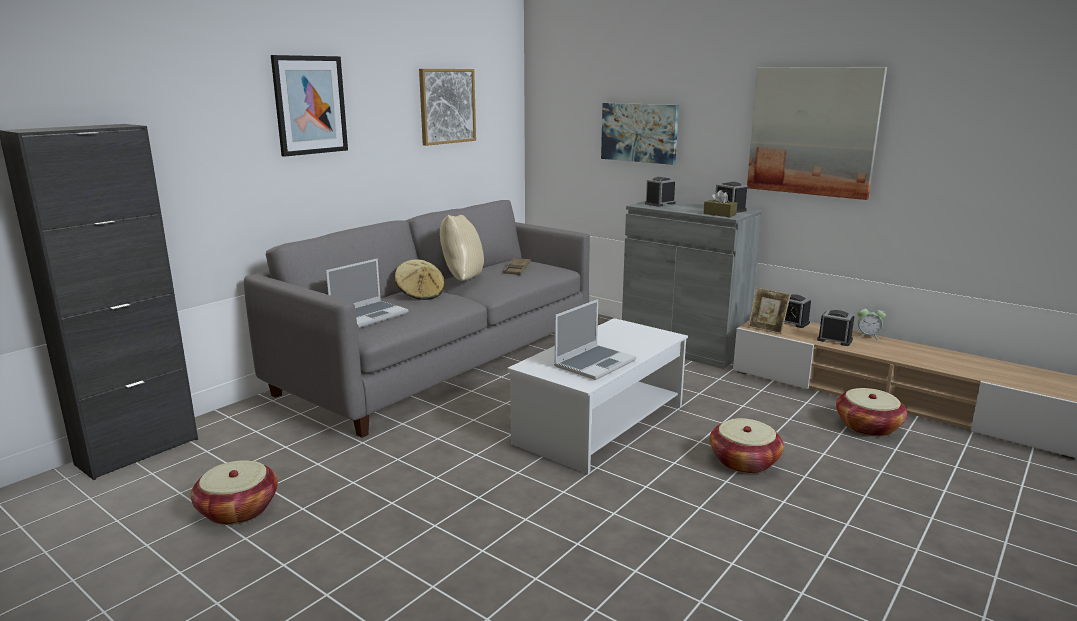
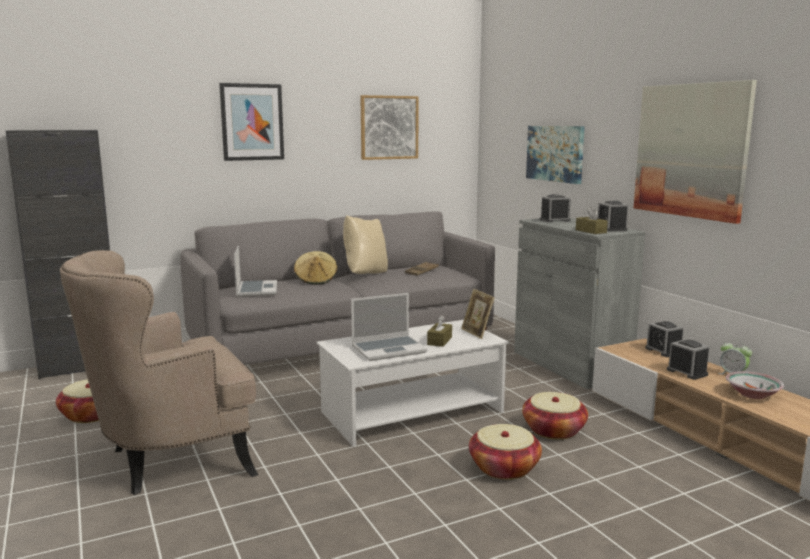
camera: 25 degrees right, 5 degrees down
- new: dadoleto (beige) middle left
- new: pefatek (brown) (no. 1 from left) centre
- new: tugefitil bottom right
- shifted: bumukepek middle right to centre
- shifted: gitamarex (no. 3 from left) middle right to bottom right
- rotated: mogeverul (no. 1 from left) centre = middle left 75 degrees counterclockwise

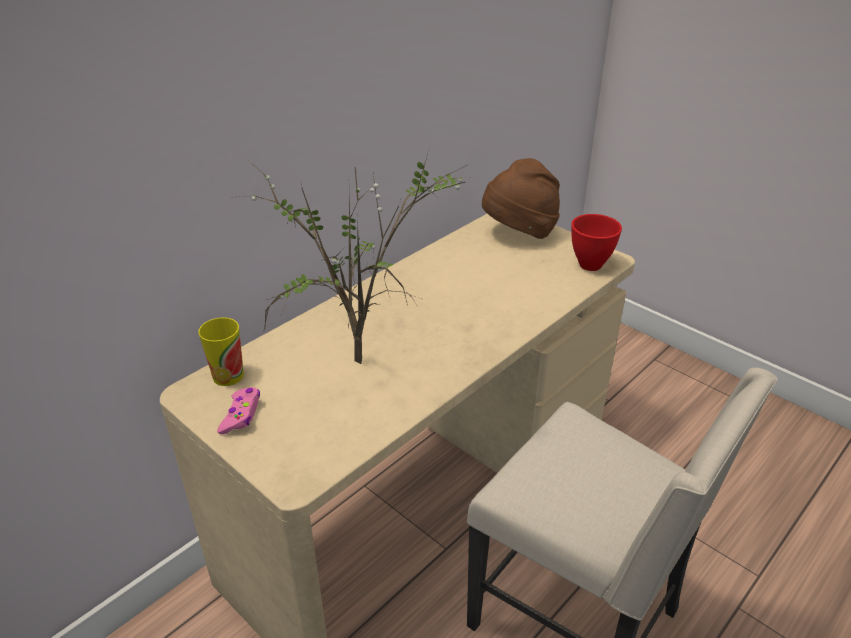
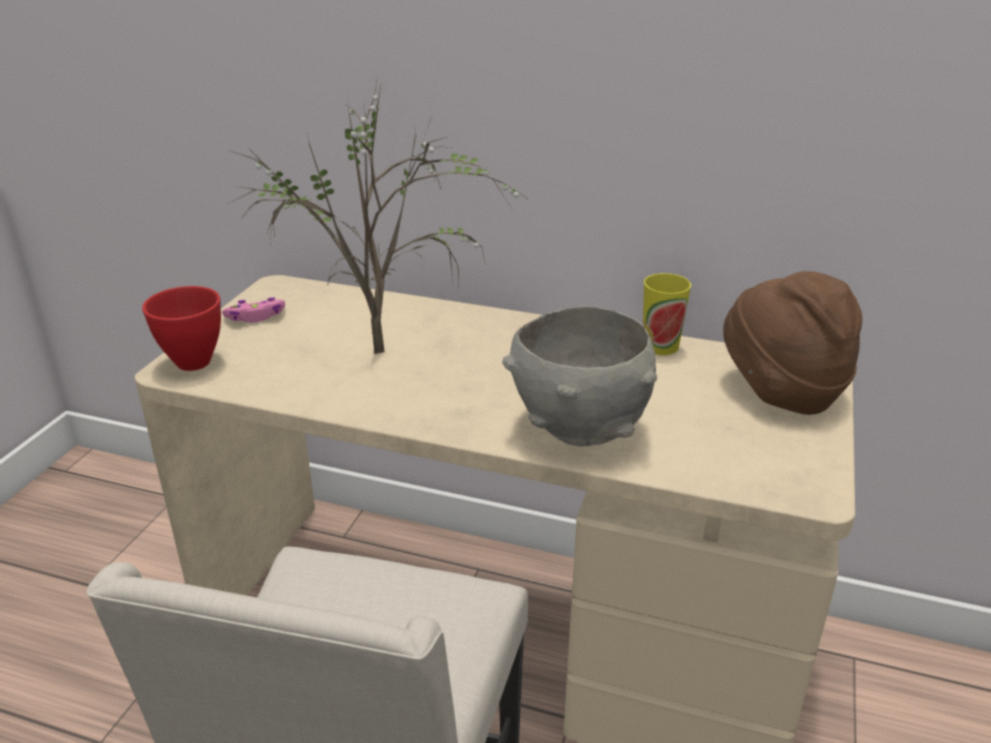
camera: 65 degrees right, 5 degrees down
- new: tugefitil (grey) centre
- shifted: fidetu middle left to middle right
- shifted: tugefitil (red) middle right to middle left

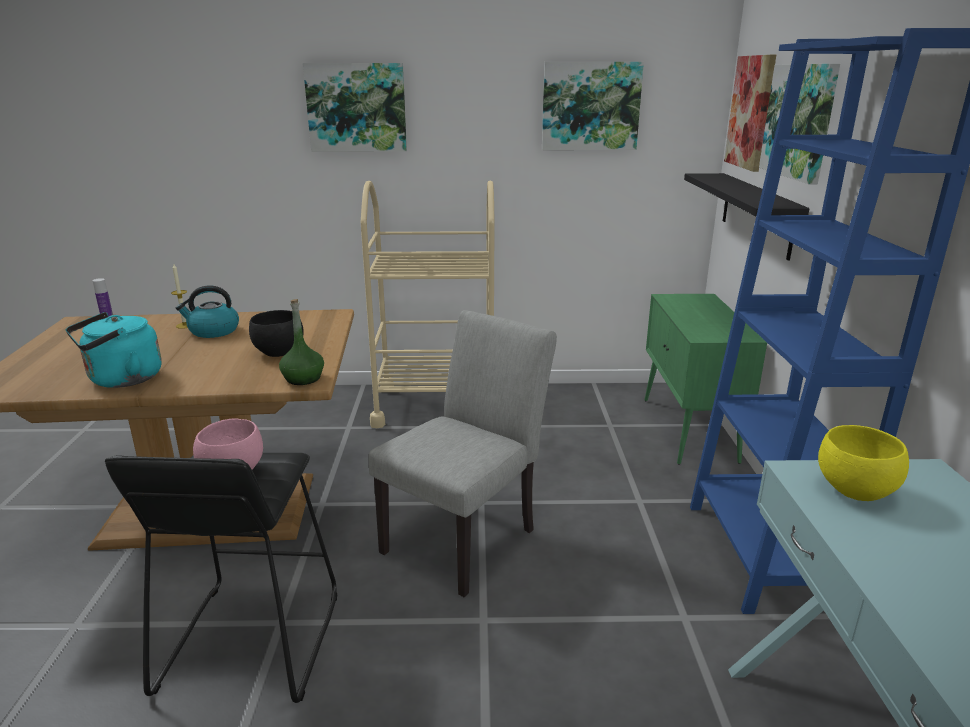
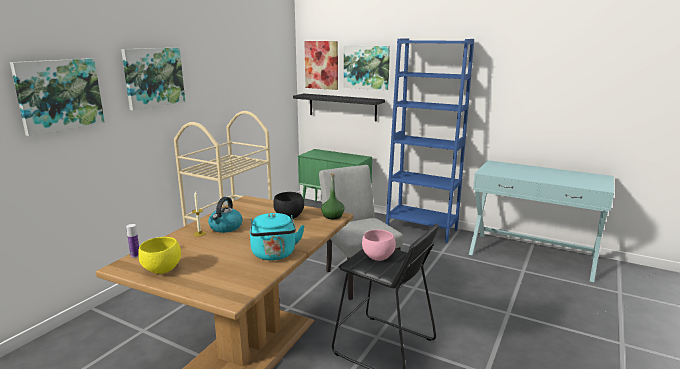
camera: 60 degrees left, 5 degrees down
- shifted: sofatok (no. 2 from left in the first image) top centre to sofatok (no. 1 from left) top left
- shifted: tugefitil (yellow) middle right to bottom left

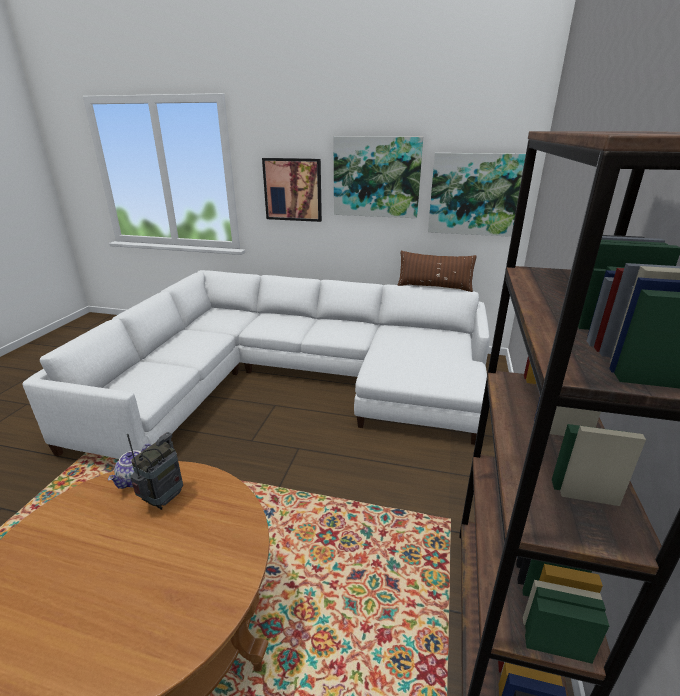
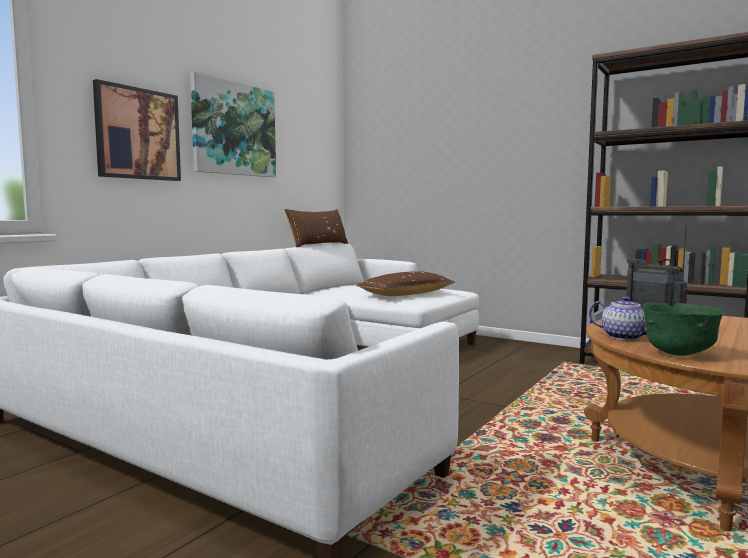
camera: 70 degrees left, 20 degrees down
- gone: sofatok (no. 3 from left) top right
- new: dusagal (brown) (no. 2 from left) centre
- new: tugefitil (green) middle right

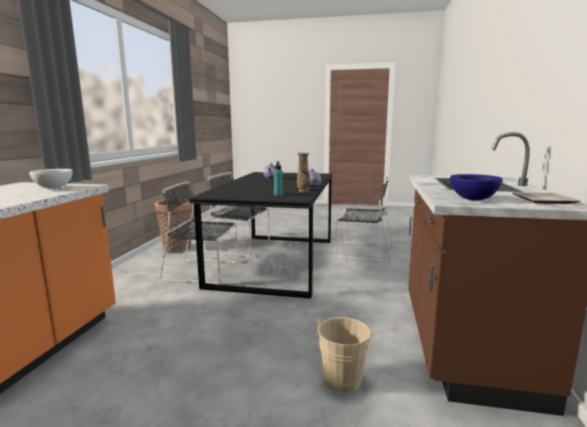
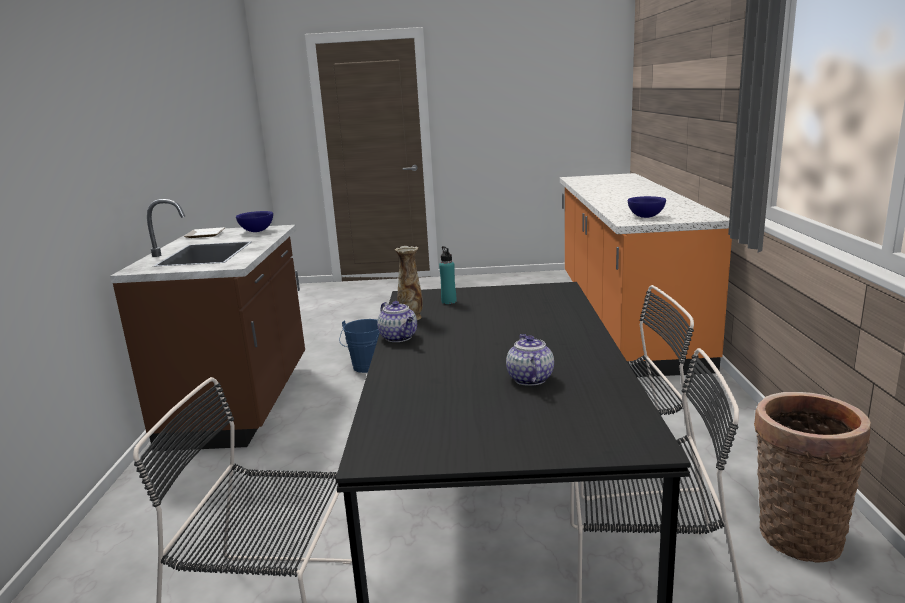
camera: 170 degrees right, 5 degrees up
- repainted: tugefitil (white) middle left to tugefitil (blue) (no. 2 from left) middle right
- repainted: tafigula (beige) bottom centre to tafigula (blue) centre

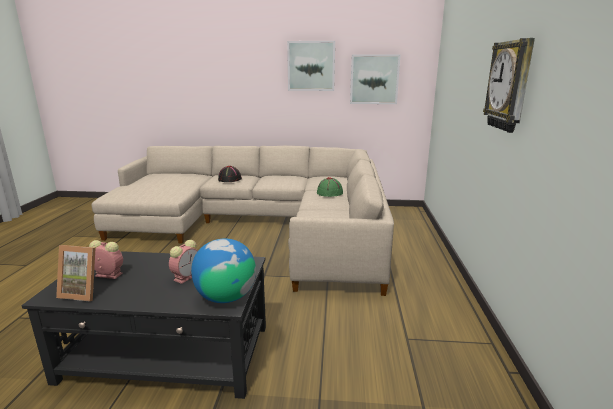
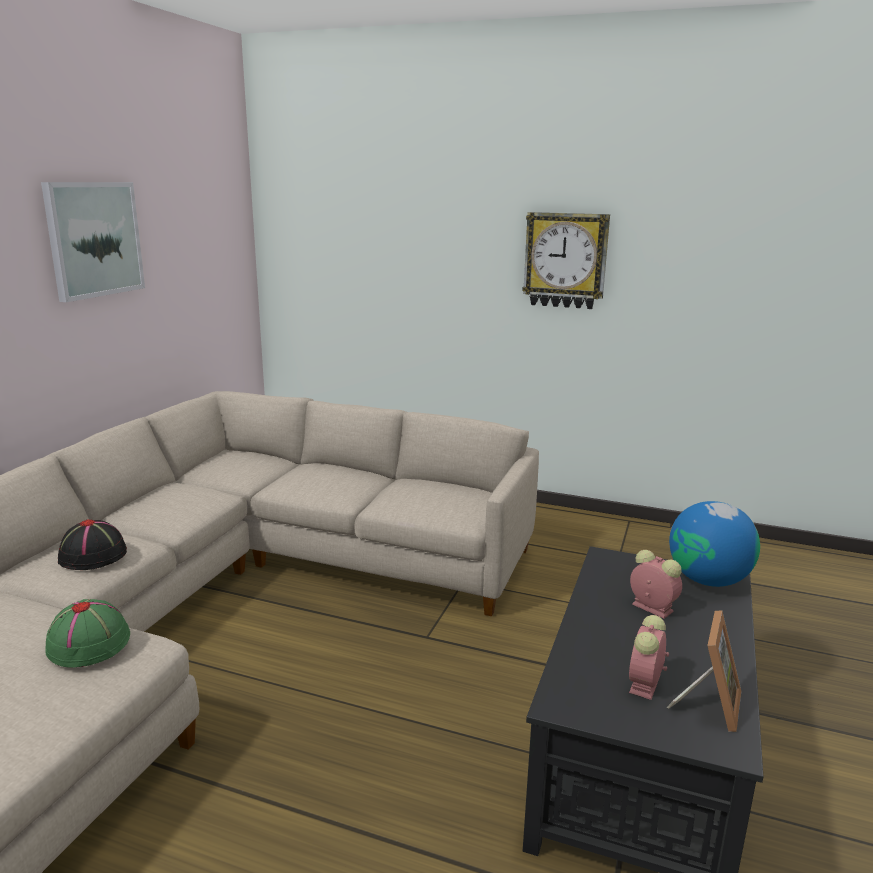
camera: 75 degrees left, 0 degrees up
- gone: sofatok (no. 2 from left) top centre
- shifted: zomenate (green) centre to bottom left

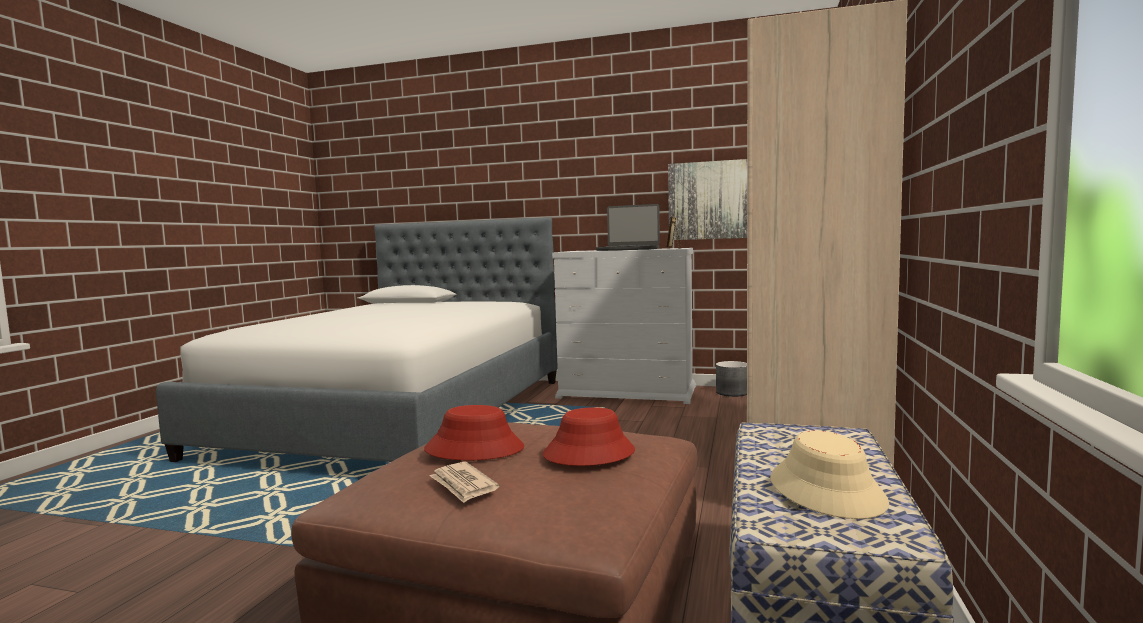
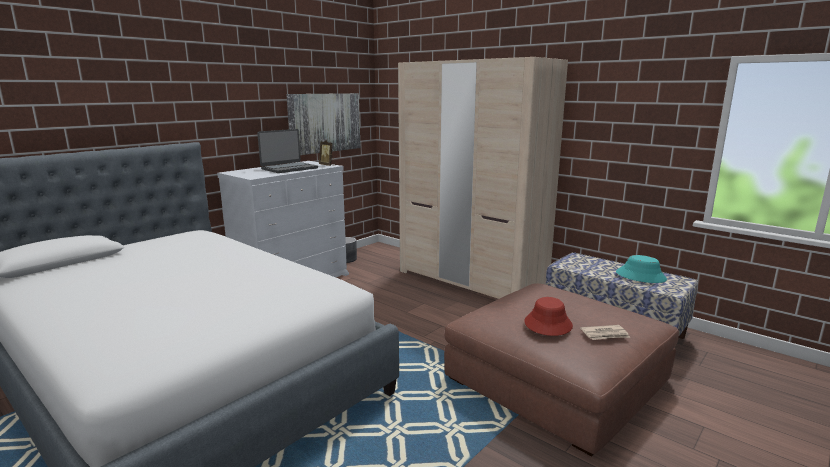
camera: 65 degrees left, 10 degrees up
- gone: zomenate (red) (no. 2 from left) bottom centre
- repainted: zomenate (beige) bottom right to zomenate (turquoise) middle right

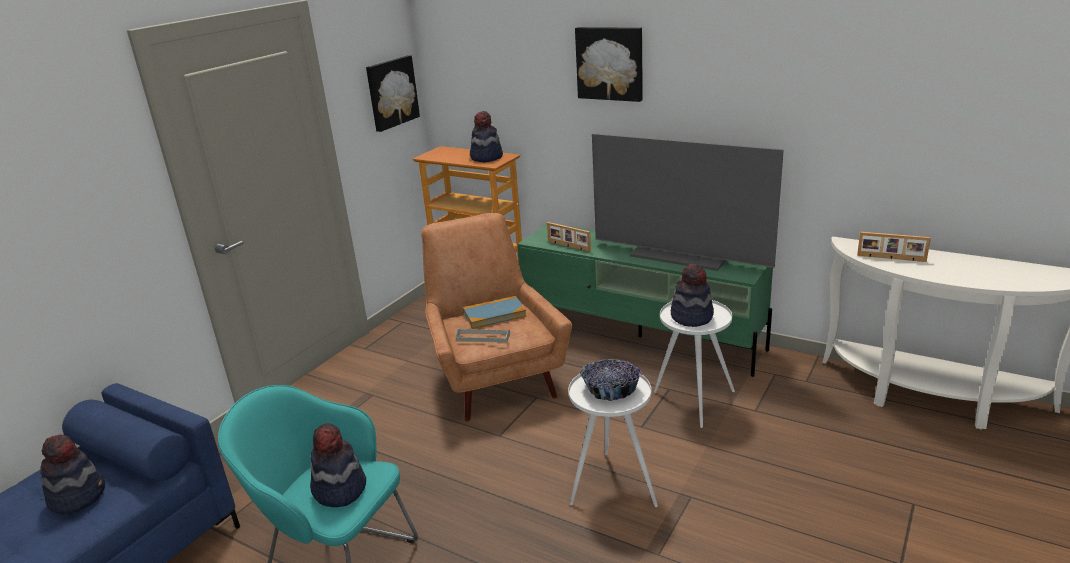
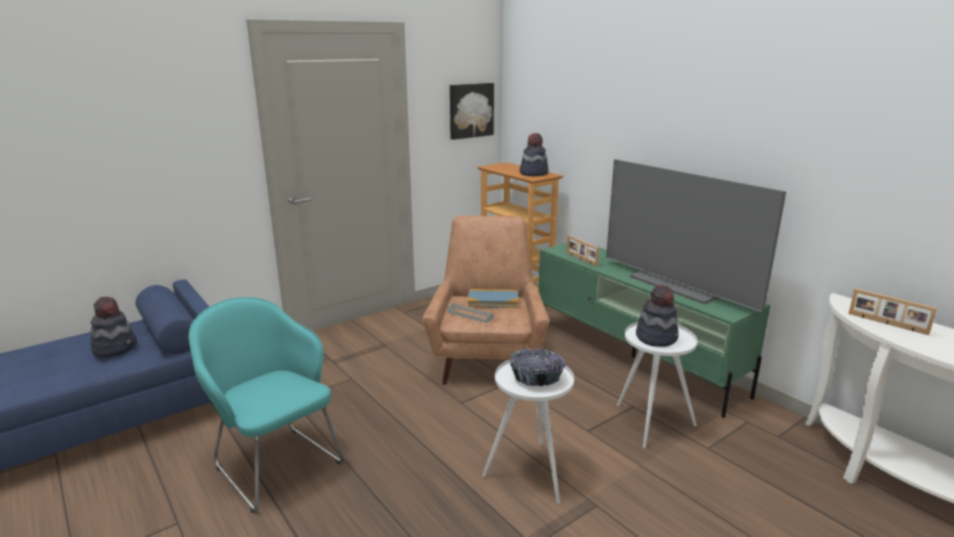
camera: 20 degrees right, 5 degrees down
- gone: zomenate (no. 2 from left) bottom left
- gone: sofatok (no. 2 from left) top centre

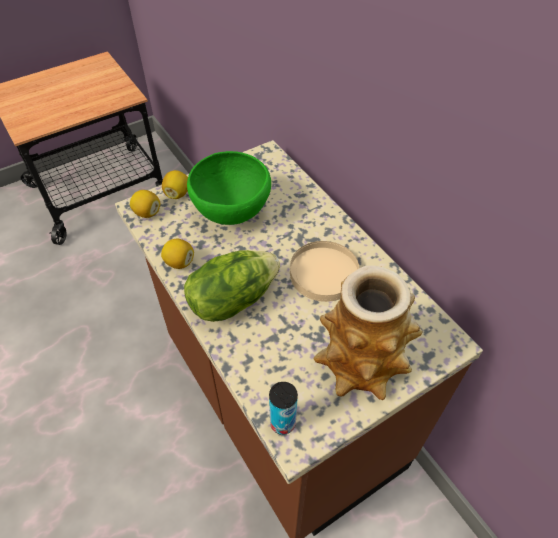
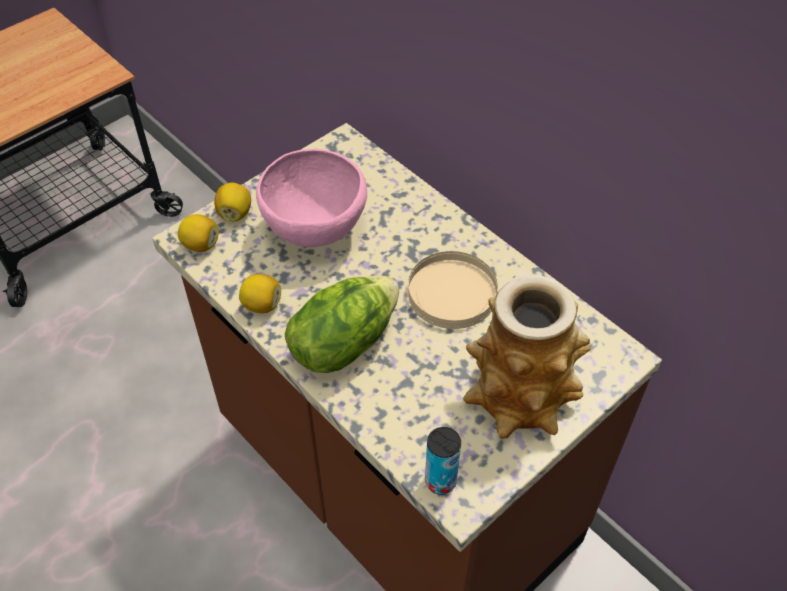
camera: 10 degrees left, 0 degrees up
- repainted: tugefitil (green) centre to tugefitil (pink) centre

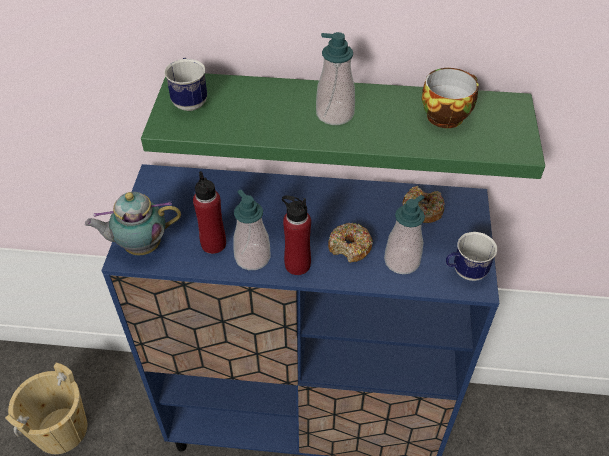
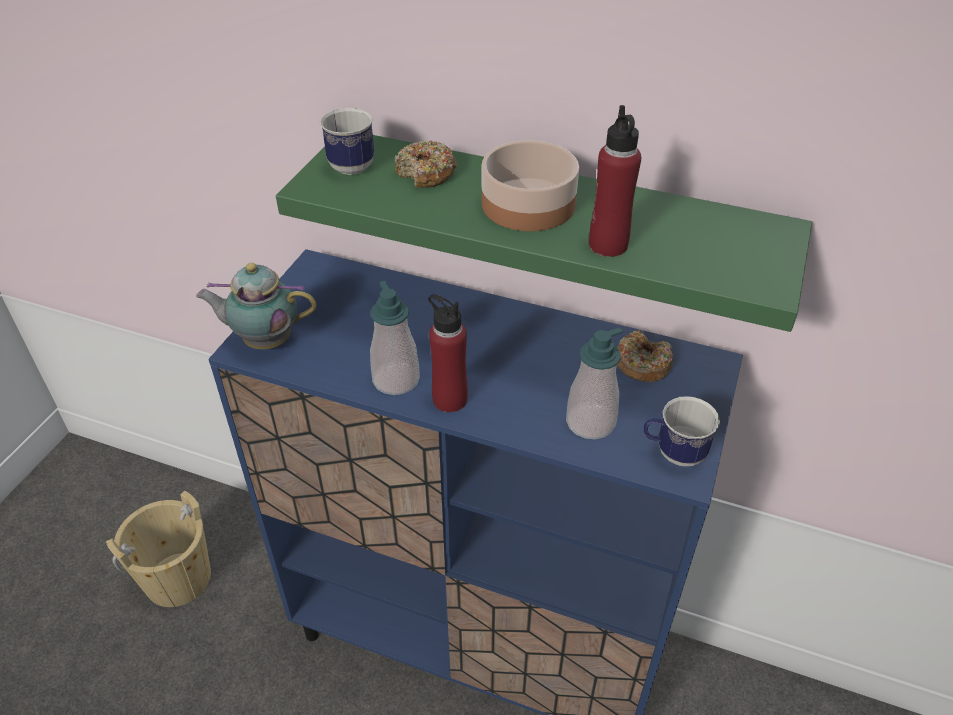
camera: 15 degrees right, 5 degrees down
- gone: fidetu top right
- shifted: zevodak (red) (no. 1 from left in the first image) centre to zevodak (red) (no. 2 from left) top centre
- shifted: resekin (no. 1 from left) centre to top centre
- swapped: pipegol (no. 2 from left) top centre to tugefitil top centre

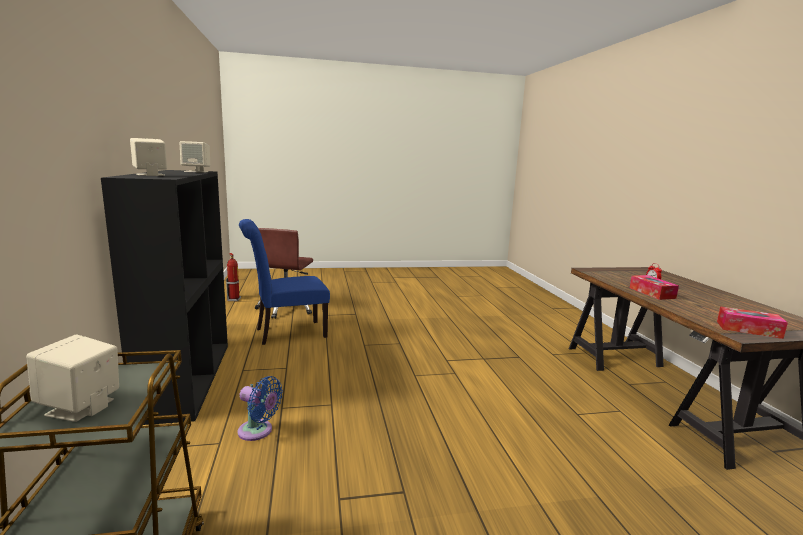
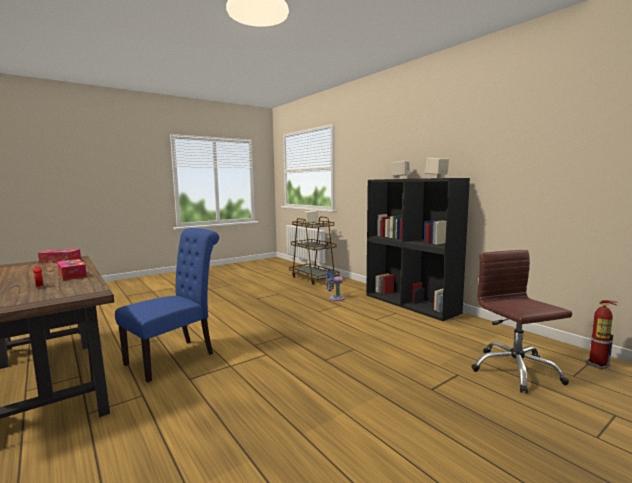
camera: 155 degrees right, 5 degrees down
- shifted: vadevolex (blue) centre to middle left

